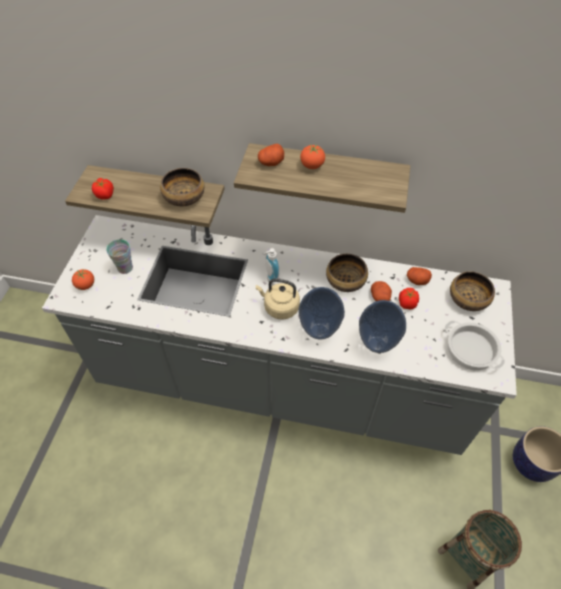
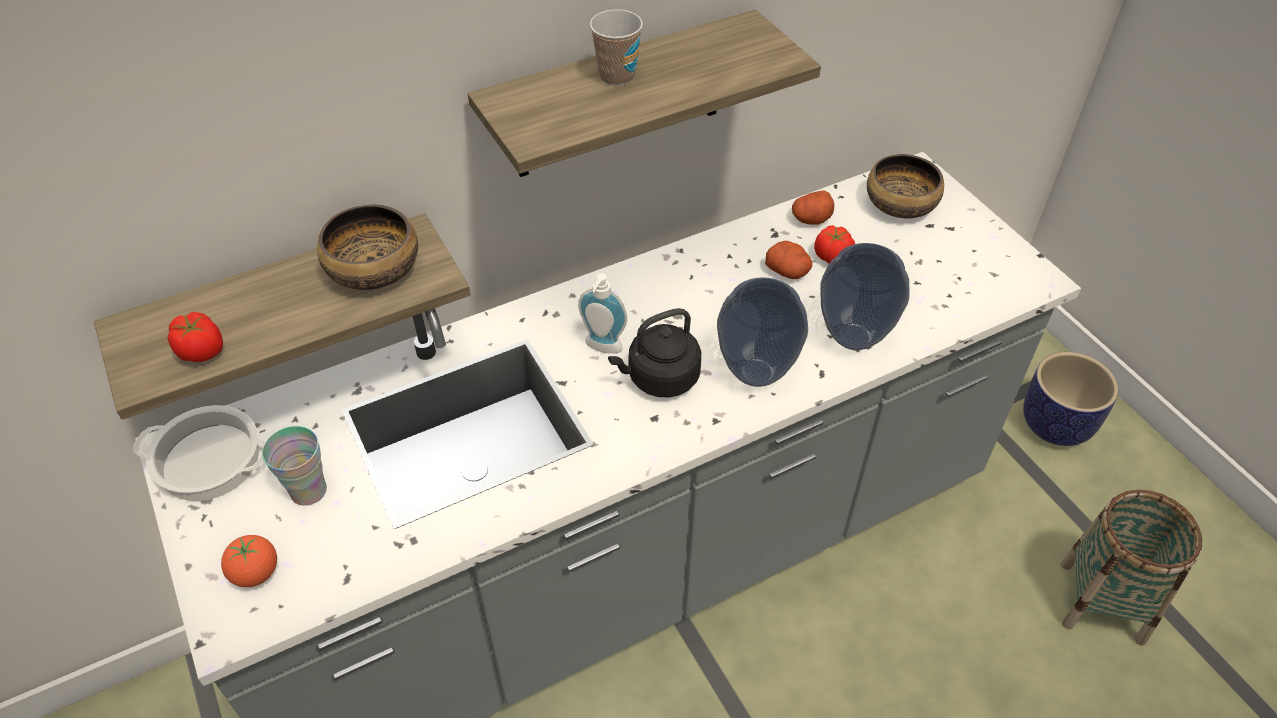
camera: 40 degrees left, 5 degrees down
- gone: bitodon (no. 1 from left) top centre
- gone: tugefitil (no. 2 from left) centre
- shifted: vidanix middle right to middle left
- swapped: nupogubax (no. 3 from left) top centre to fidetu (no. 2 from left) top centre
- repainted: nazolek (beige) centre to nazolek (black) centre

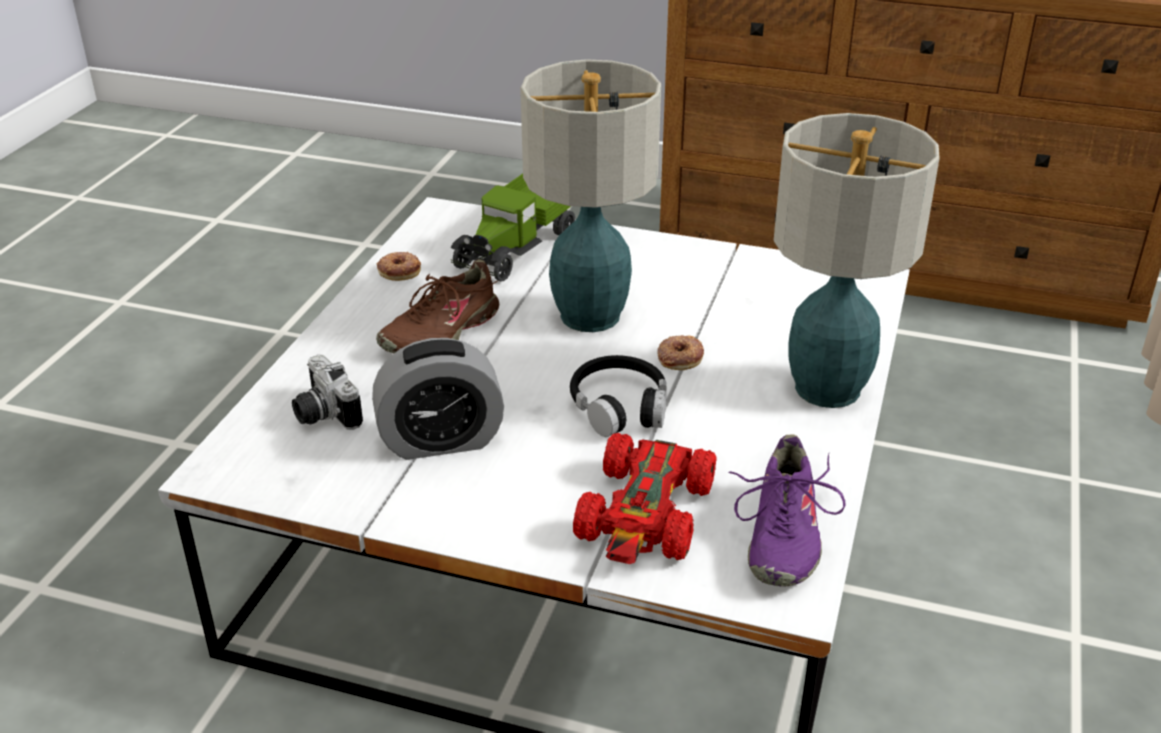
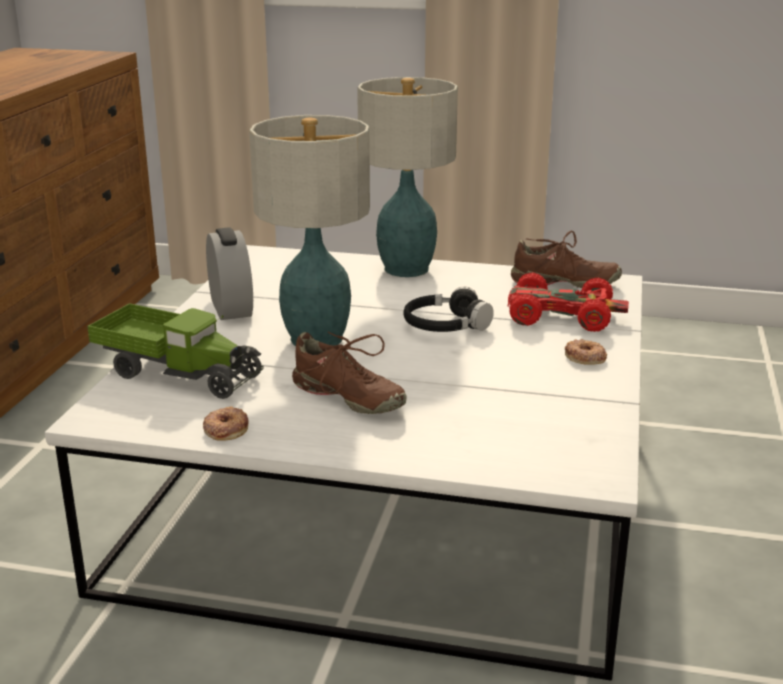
camera: 95 degrees left, 10 degrees down
- gone: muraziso middle left
- shifted: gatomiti centre to middle left
- shifted: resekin (no. 2 from left) centre to middle right
- repainted: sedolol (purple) bottom right to sedolol (brown) (no. 2 from left) middle right

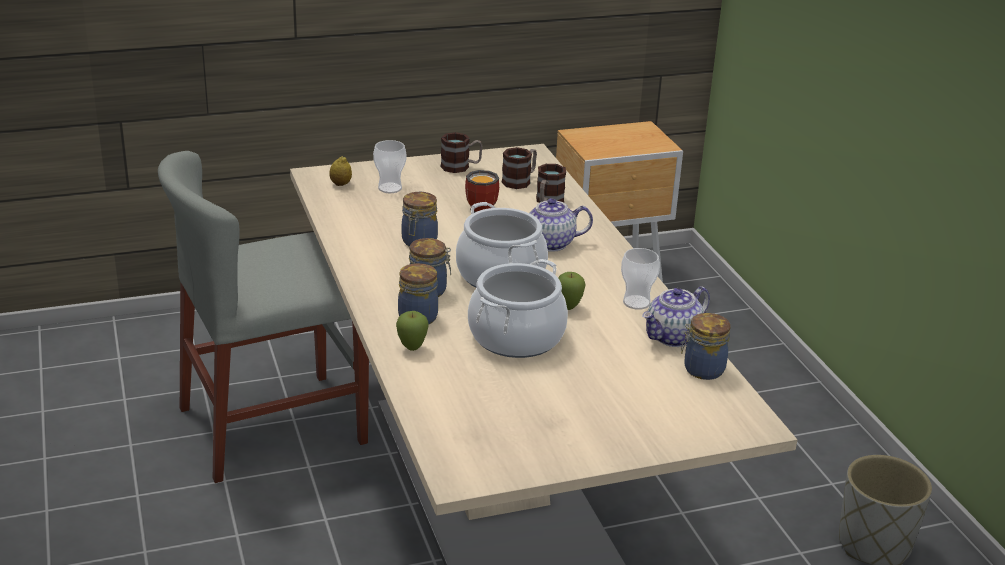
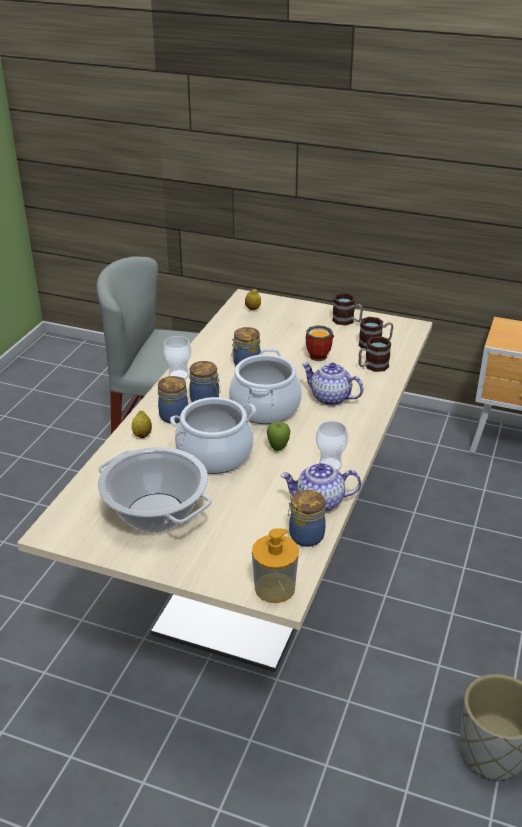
camera: 40 degrees right, 5 degrees up
- new: vidanix (no. 1 from left) middle left
- new: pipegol bottom centre
- shifted: fidetu (no. 1 from left) top centre to centre
- swapped: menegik (no. 1 from left) centre to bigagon (no. 1 from left) middle left

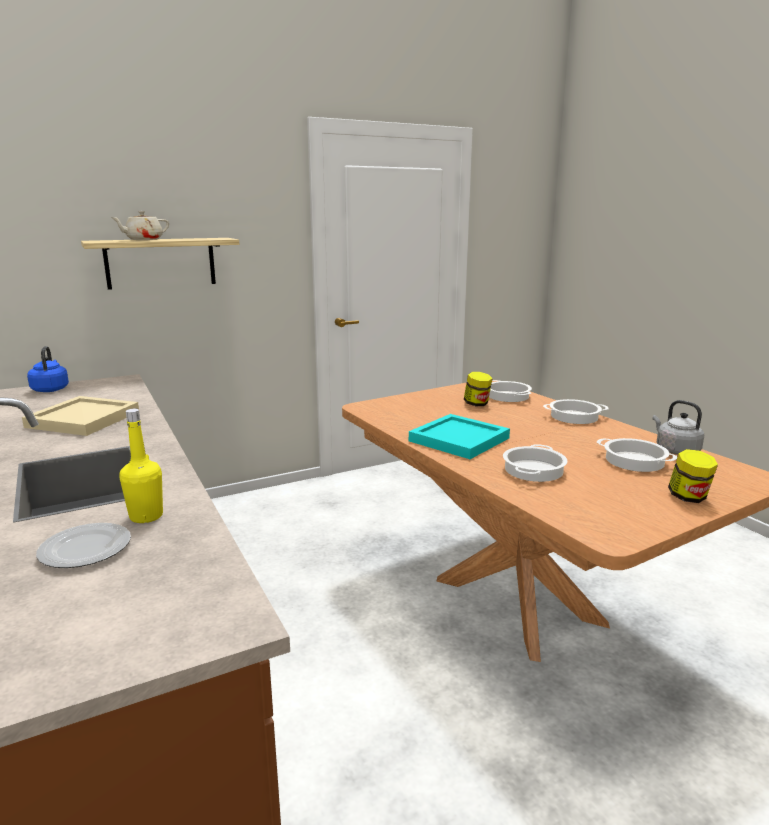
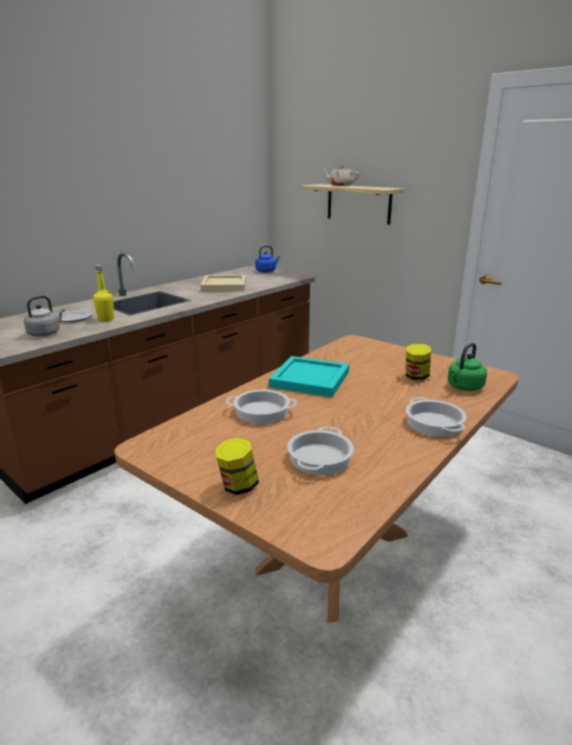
camera: 70 degrees right, 5 degrees up
- shifted: nazolek (grey) middle right to middle left
- swapped: vidanix (no. 1 from left) centre to nazolek (green) middle right

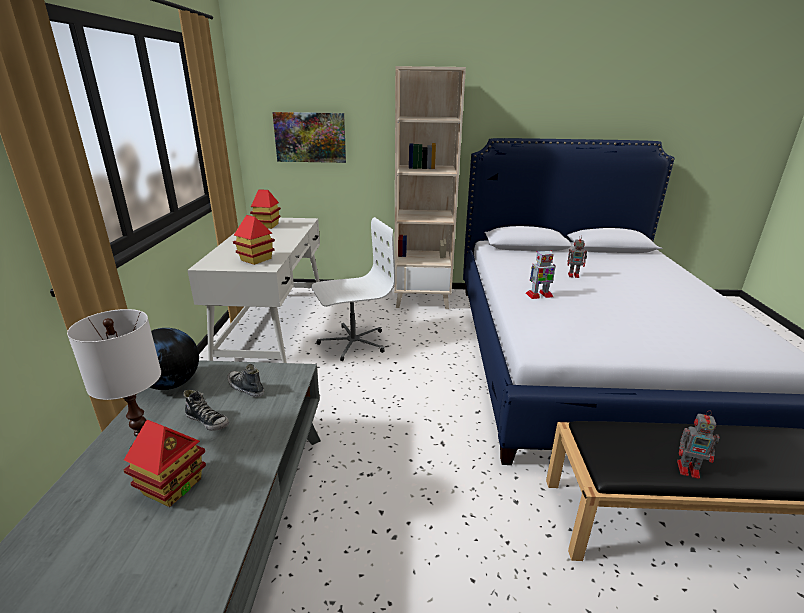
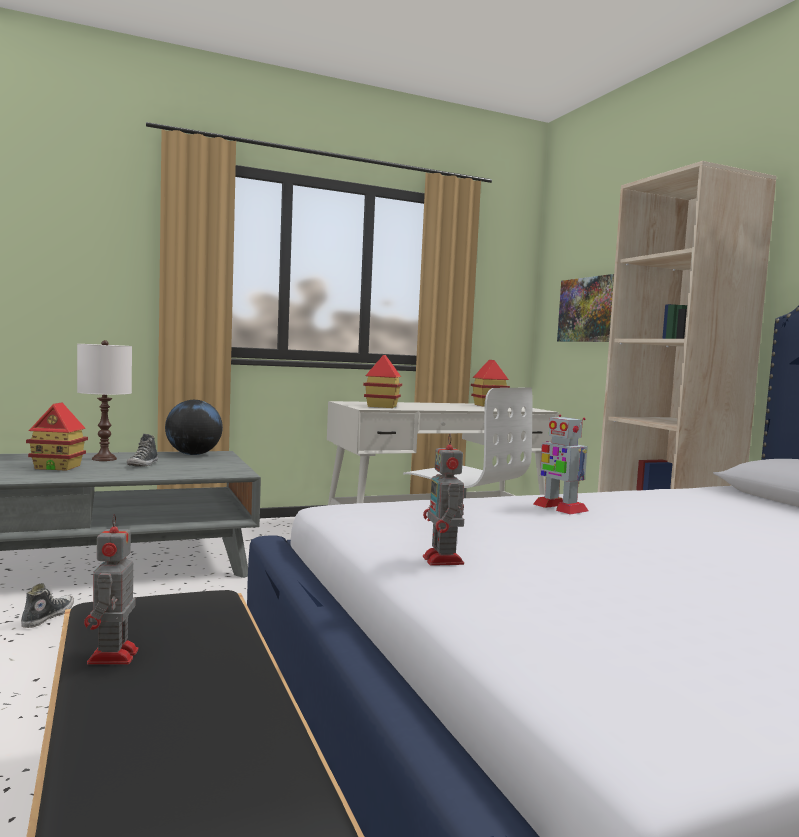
camera: 65 degrees right, 20 degrees down
- shifted: sedolol (no. 2 from left in the first image) middle left to sedolol (no. 1 from left) bottom left
- shifted: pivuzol (no. 2 from left) middle right to centre

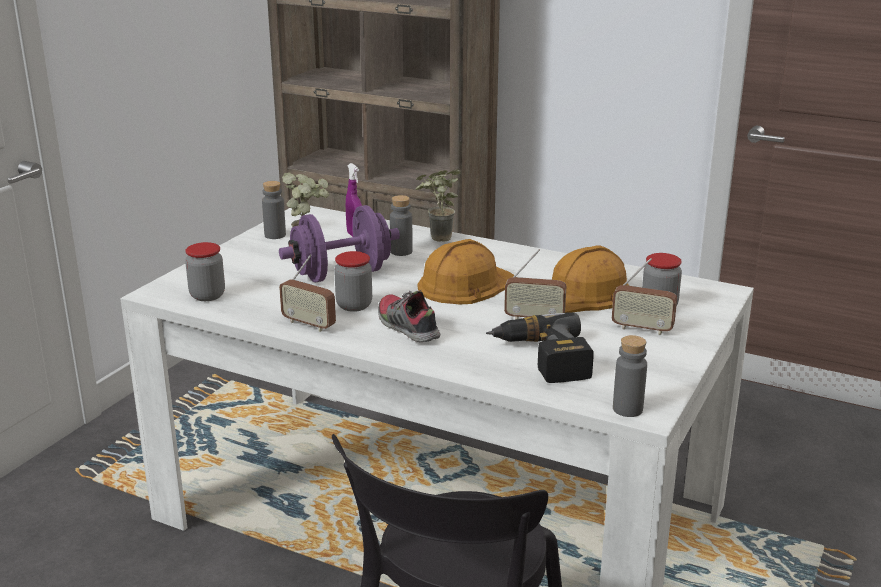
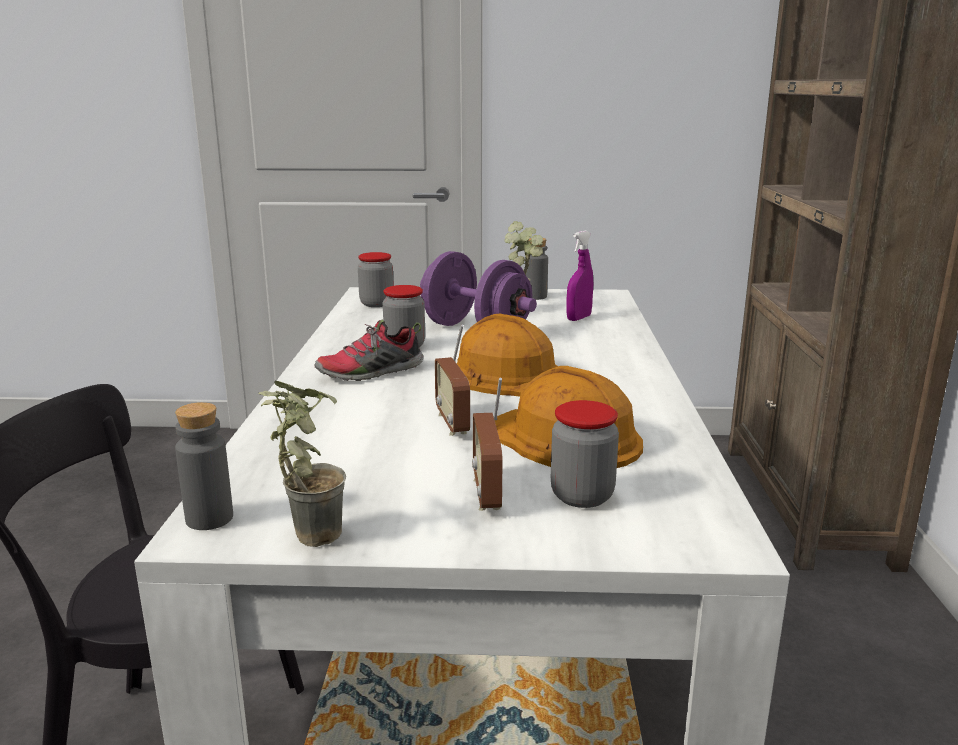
camera: 65 degrees right, 5 degrees down
- gone: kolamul (no. 1 from left) centre
- gone: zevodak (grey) (no. 2 from left) centre
- gone: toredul centre
- shifted: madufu (no. 2 from left in the first image) centre to madufu (no. 1 from left) middle left
- rotated: sedolol centre = centre 150 degrees counterclockwise

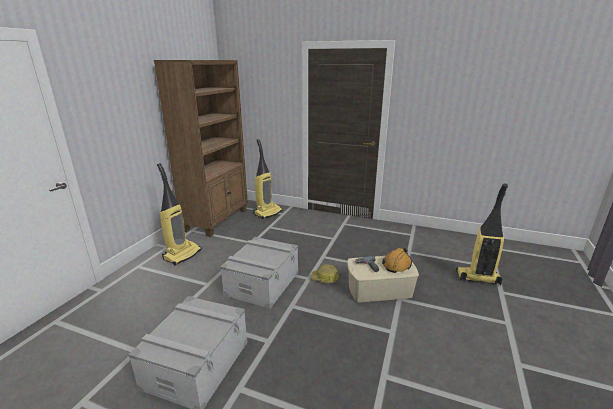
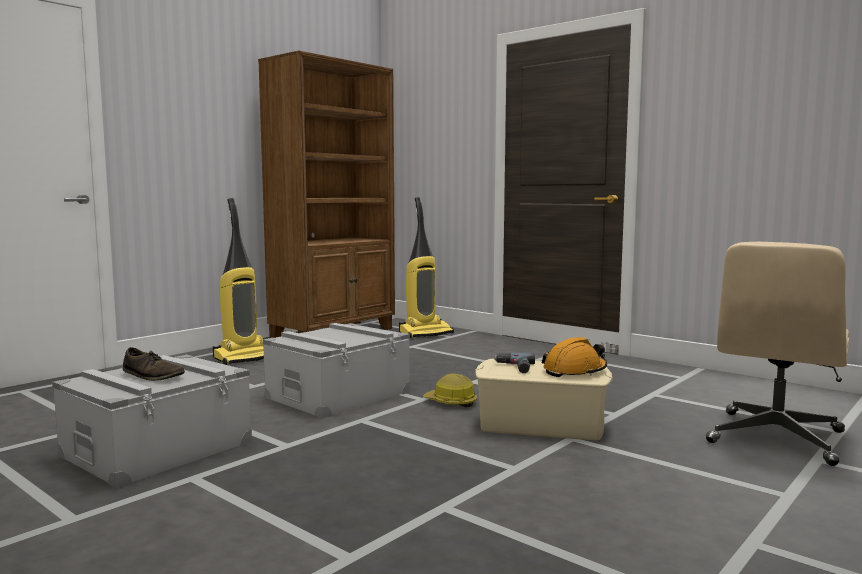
camera: 20 degrees right, 15 degrees down
- new: sedolol (brown) middle left
- swapped: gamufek (no. 3 from left) middle right to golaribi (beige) middle right

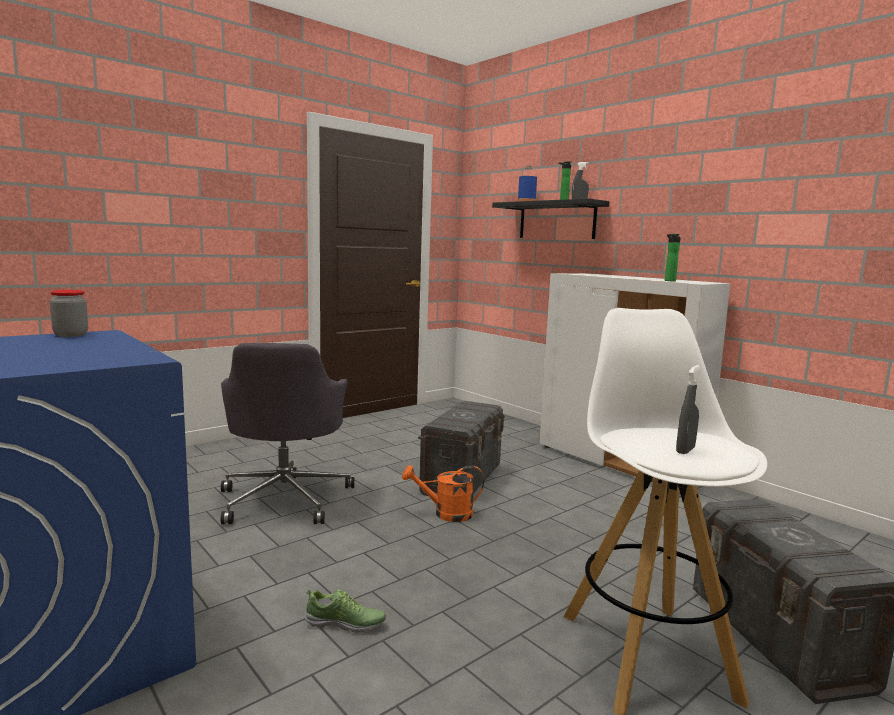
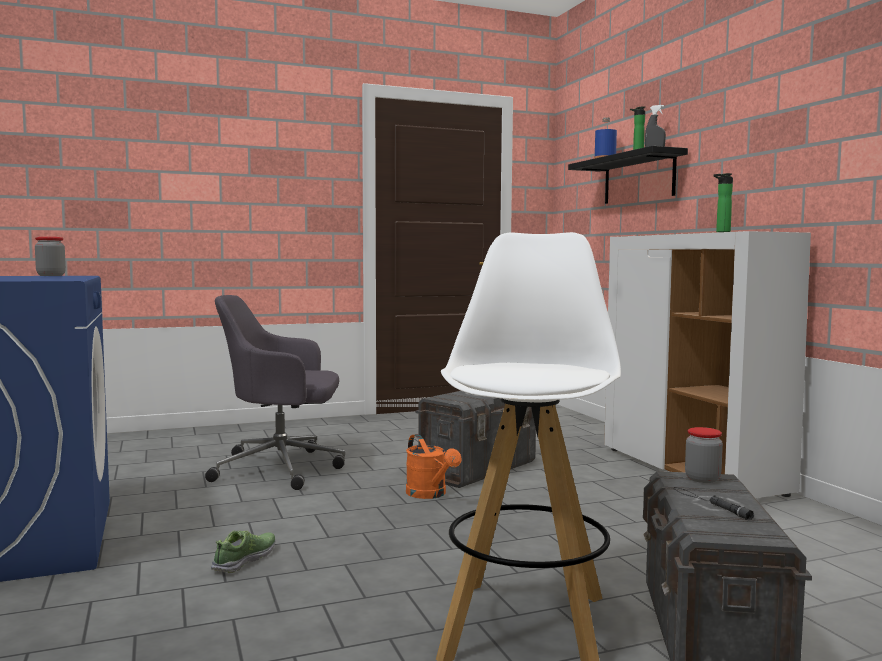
camera: 20 degrees right, 5 degrees down
- gone: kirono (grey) (no. 2 from left) middle right
- new: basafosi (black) bottom right
- new: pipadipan (no. 2 from left) bottom right
- rotated: golaribi (grey) middle left = middle left 75 degrees clockwise
- rotated: sedolol bottom centre = bottom left 90 degrees counterclockwise
- rotated: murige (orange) bottom centre = bottom centre 135 degrees counterclockwise

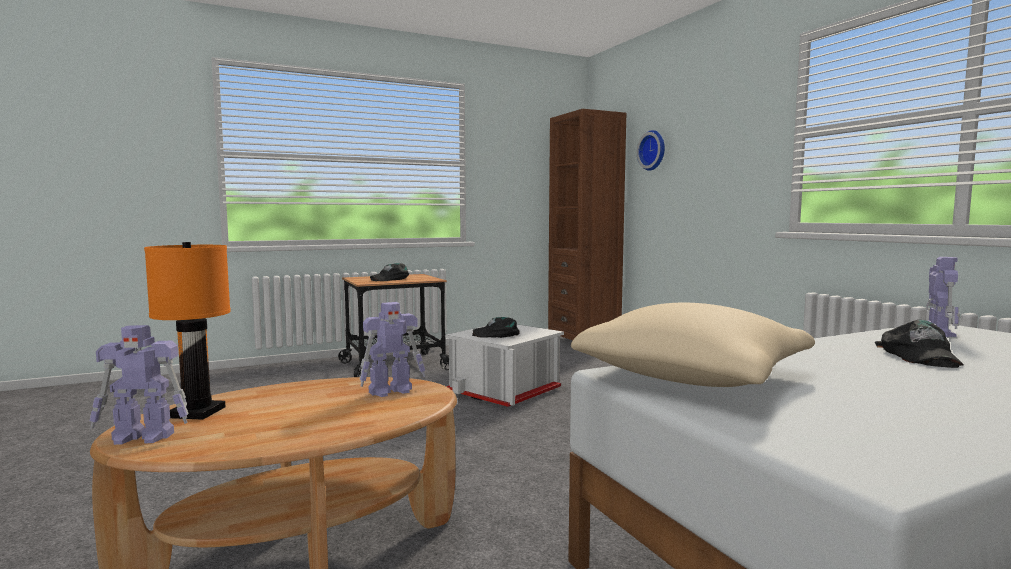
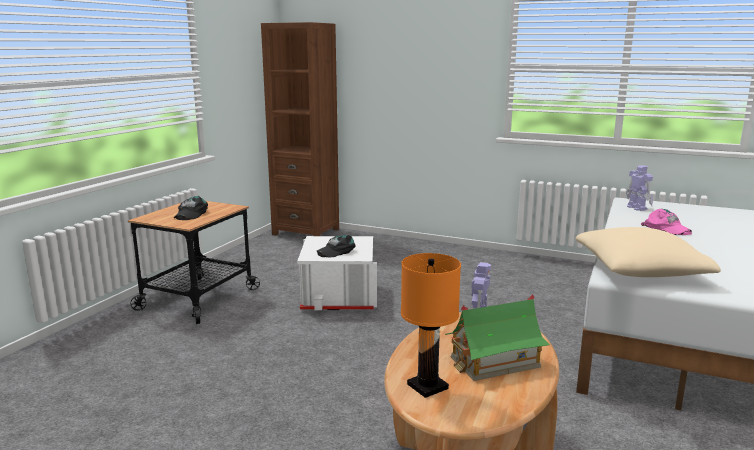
camera: 40 degrees left, 10 degrees up
- gone: pivuzol (no. 1 from left) bottom left
- gone: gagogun top centre
- new: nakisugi bottom centre
- repainted: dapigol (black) (no. 3 from left) middle right to dapigol (pink) middle right

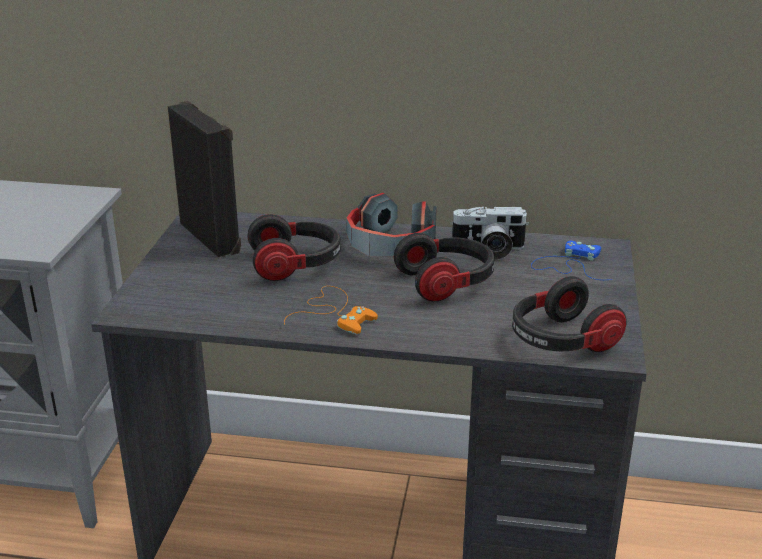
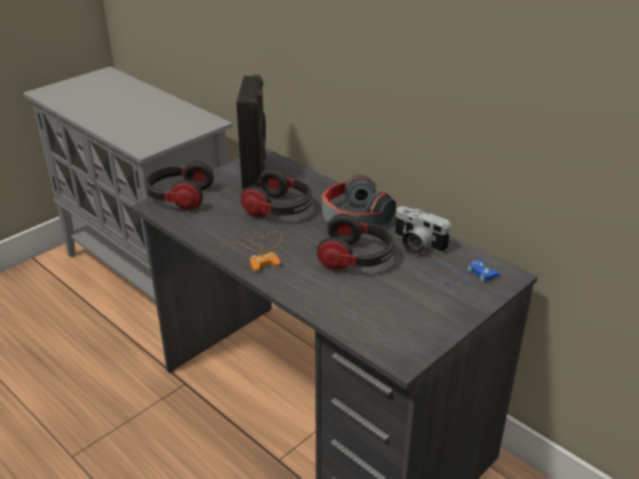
camera: 35 degrees right, 5 degrees up
- shifted: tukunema (no. 4 from left in the first image) middle right to tukunema (no. 1 from left) middle left

